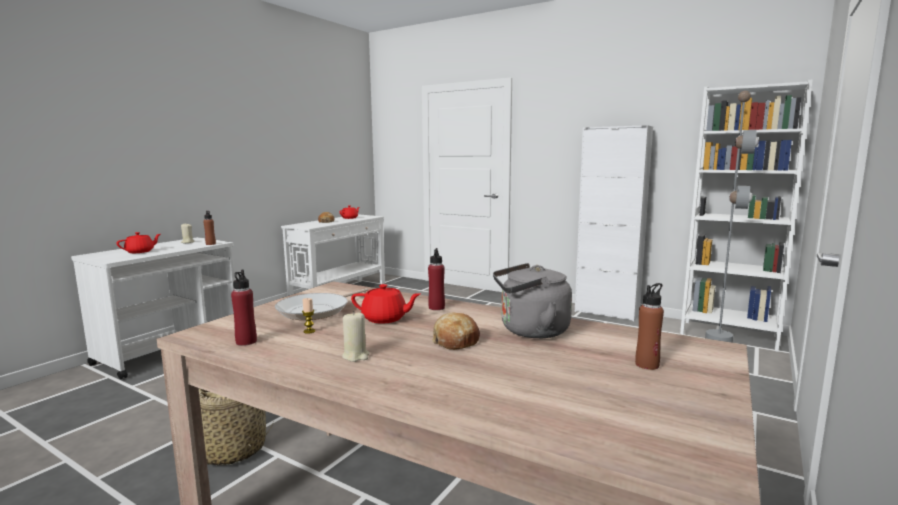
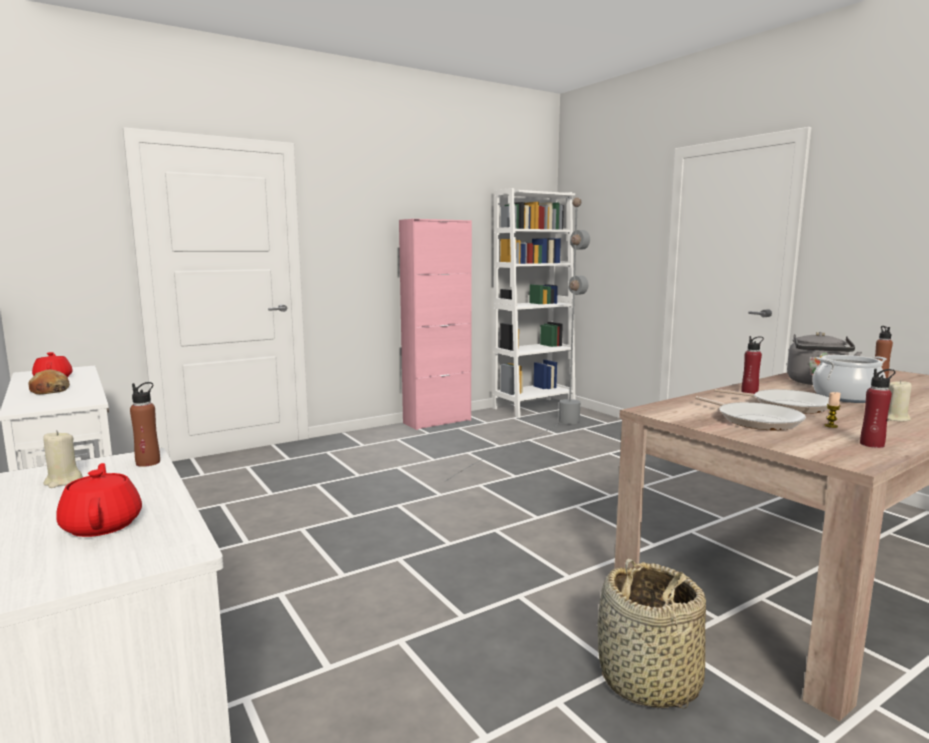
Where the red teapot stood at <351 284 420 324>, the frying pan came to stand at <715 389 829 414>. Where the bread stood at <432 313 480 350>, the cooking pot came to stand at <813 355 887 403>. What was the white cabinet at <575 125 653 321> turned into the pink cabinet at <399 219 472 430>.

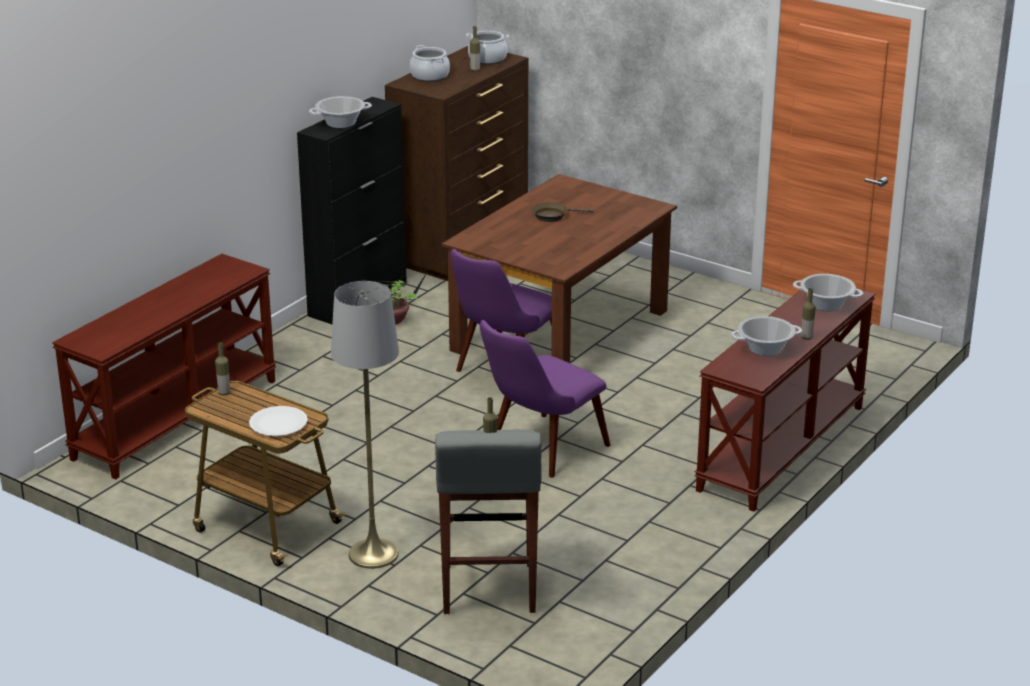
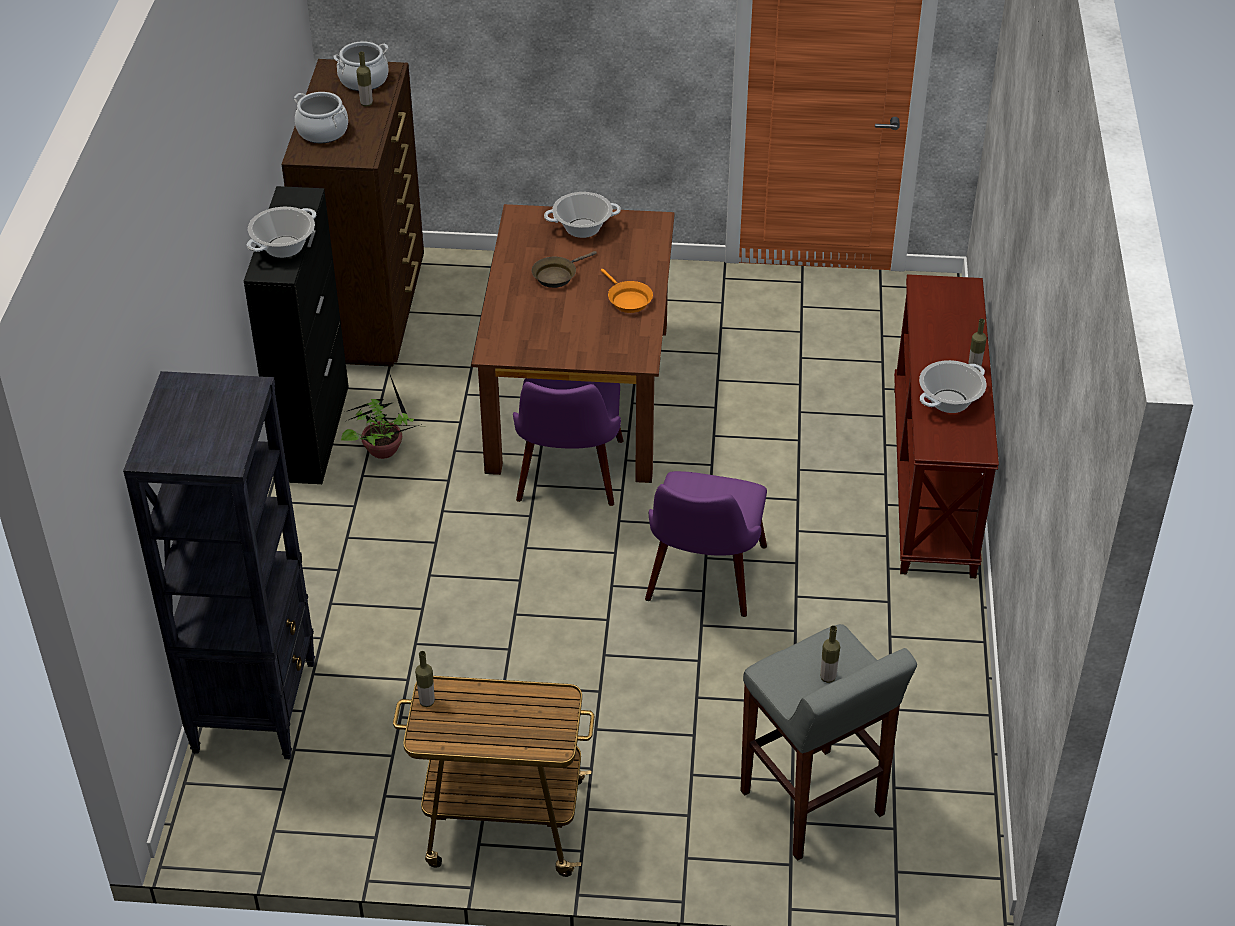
The second view lost the white plate at <249 406 308 436>. The second view lost the grey floor lamp at <331 281 399 569>. The second view gained the orange frying pan at <601 269 653 313>. The cooking pot ended up elsewhere, having gone from <793 274 863 311> to <544 192 621 238>. Where the brown console table stood at <52 254 277 480>, the black bookcase came to stand at <123 371 315 759>.

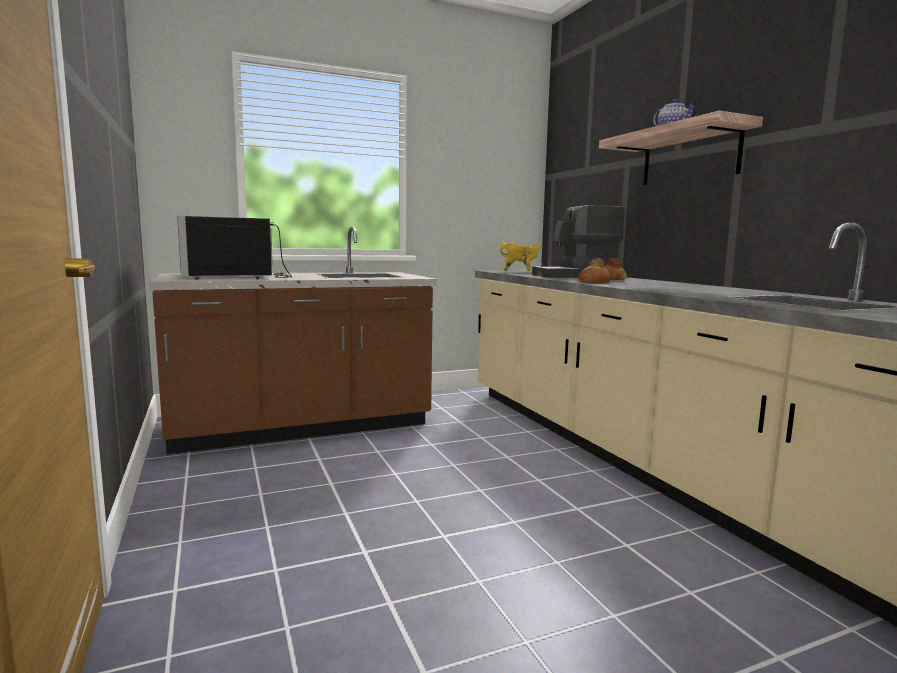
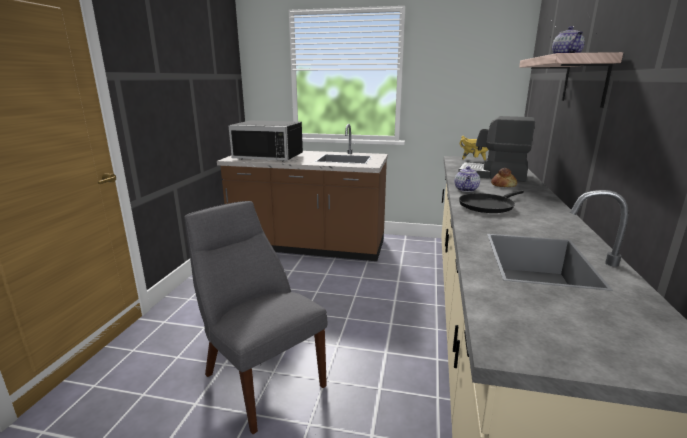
The second view gained the grey chair at <185 201 327 434>. The second view gained the black frying pan at <459 190 524 213>. Where the bread stood at <578 258 611 283>, the teapot came to stand at <454 166 480 192>. The black microwave at <177 216 292 279> ended up facing another way, 90 degrees counterclockwise from before.

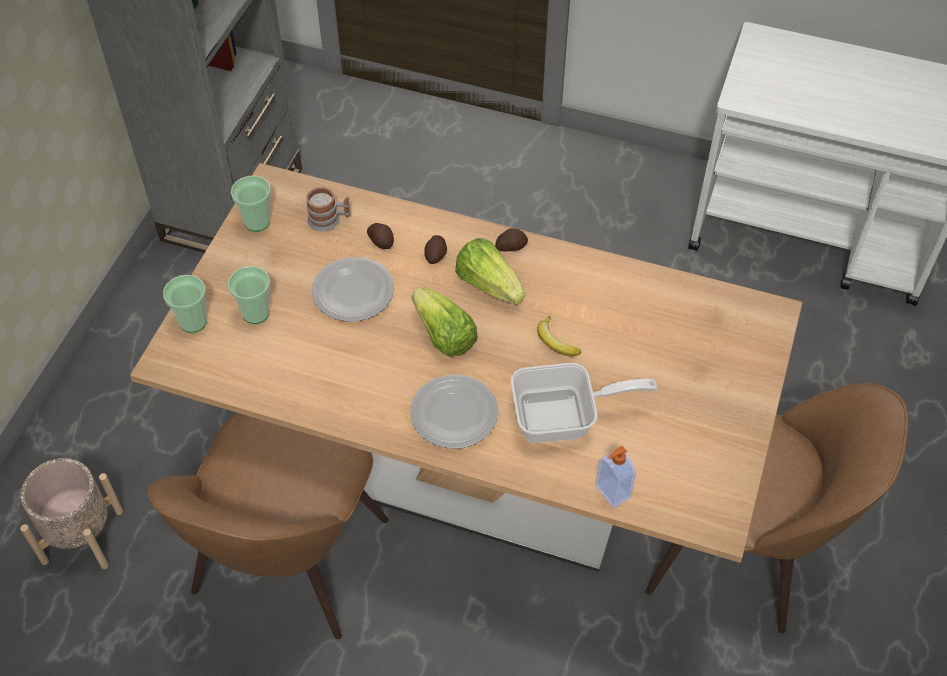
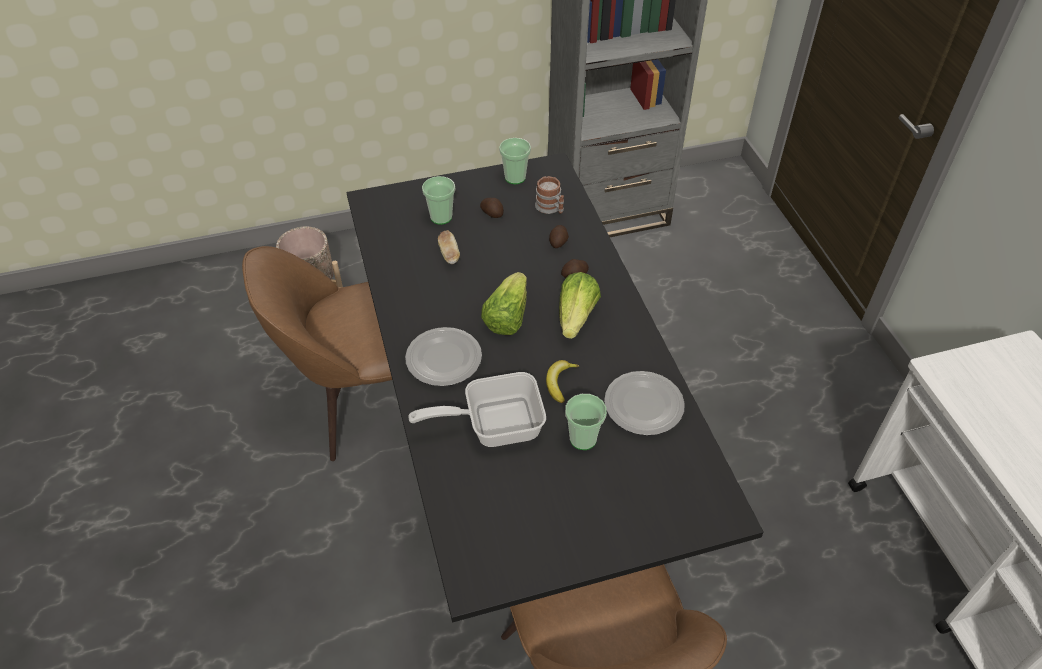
The second view lost the soap dispenser at <595 446 636 508>. The second view gained the bread at <438 230 460 264>. The cup ended up elsewhere, having gone from <163 275 207 333> to <565 394 607 450>. The plate ended up elsewhere, having gone from <312 257 394 322> to <604 371 685 435>. The potato ended up elsewhere, having gone from <495 228 528 251> to <480 198 504 218>. What was the beige dining table at <130 163 803 572> turned into the black dining table at <346 153 764 623>. The frying pan at <511 363 657 443> ended up facing another way, 120 degrees clockwise from before.

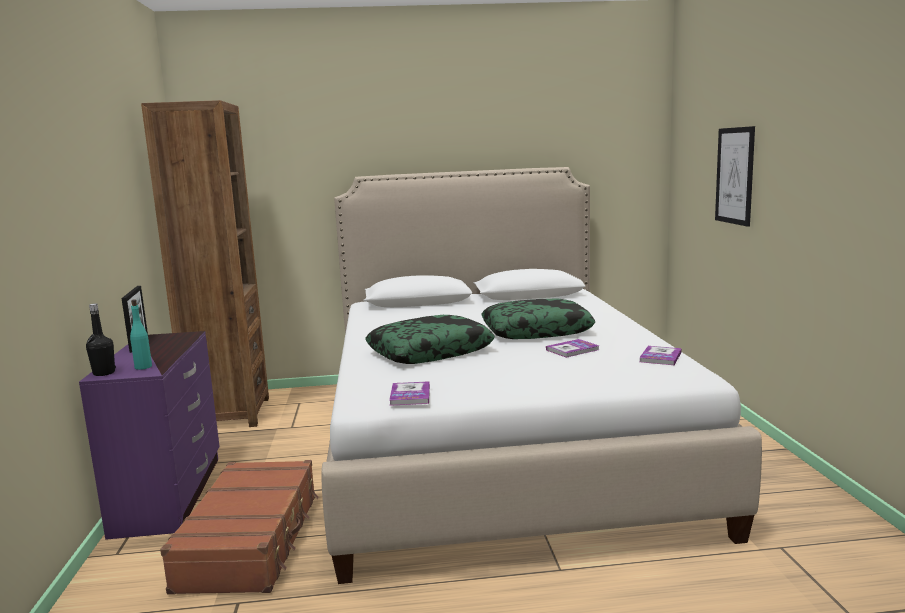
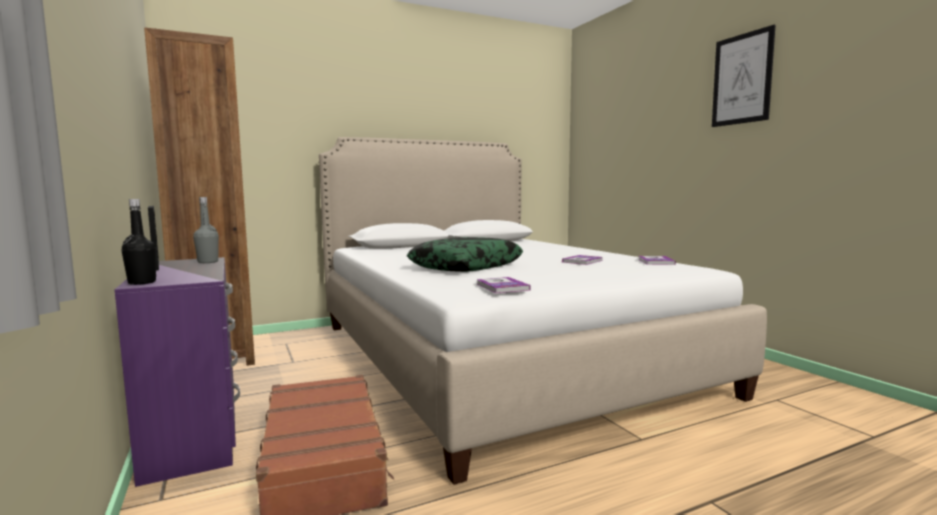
The second view lost the turquoise bottle at <130 299 152 370>. The second view lost the pillow at <481 299 595 339>. The second view gained the grey bottle at <193 197 219 263>. The picture ended up elsewhere, having gone from <715 126 755 227> to <712 25 776 127>.

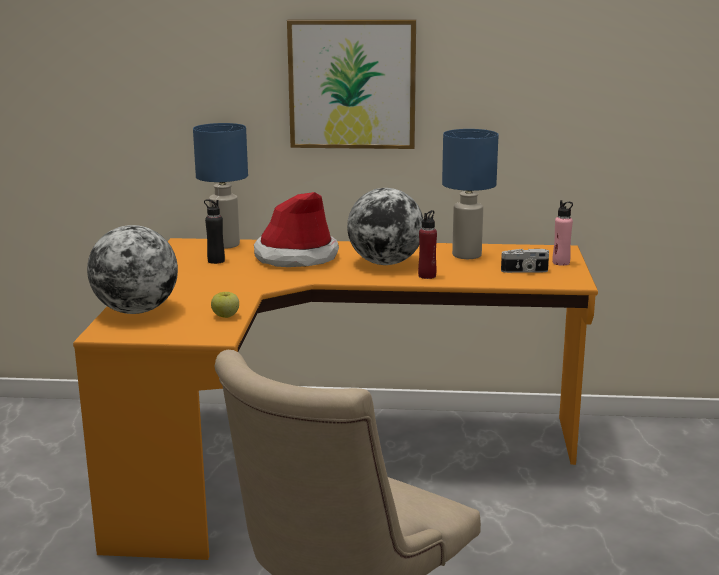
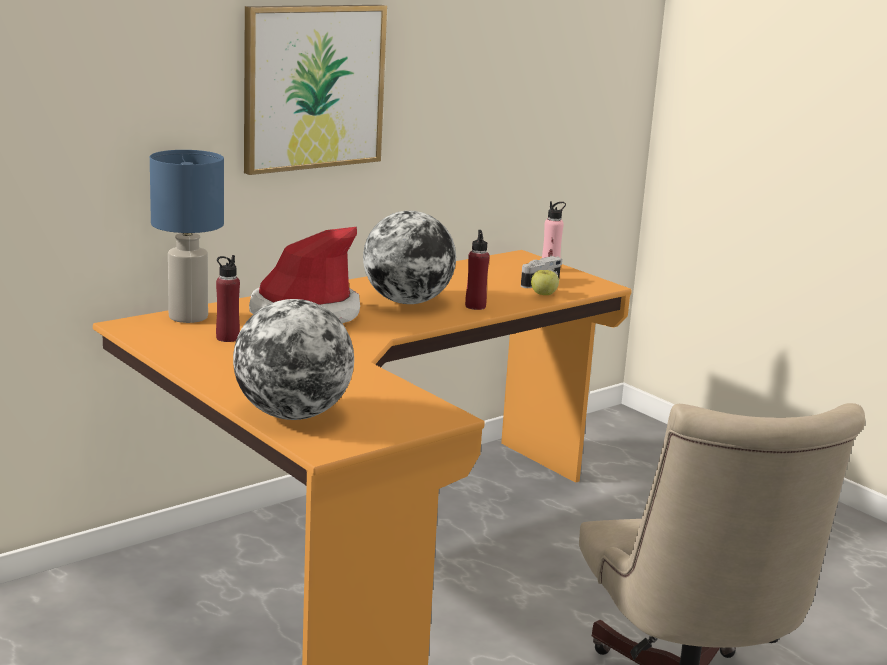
The second view lost the blue table lamp at <442 129 499 259>. The apple ended up elsewhere, having gone from <211 292 239 318> to <531 270 559 295>. What was the black bottle at <204 199 225 264> turned into the red bottle at <216 255 240 342>.

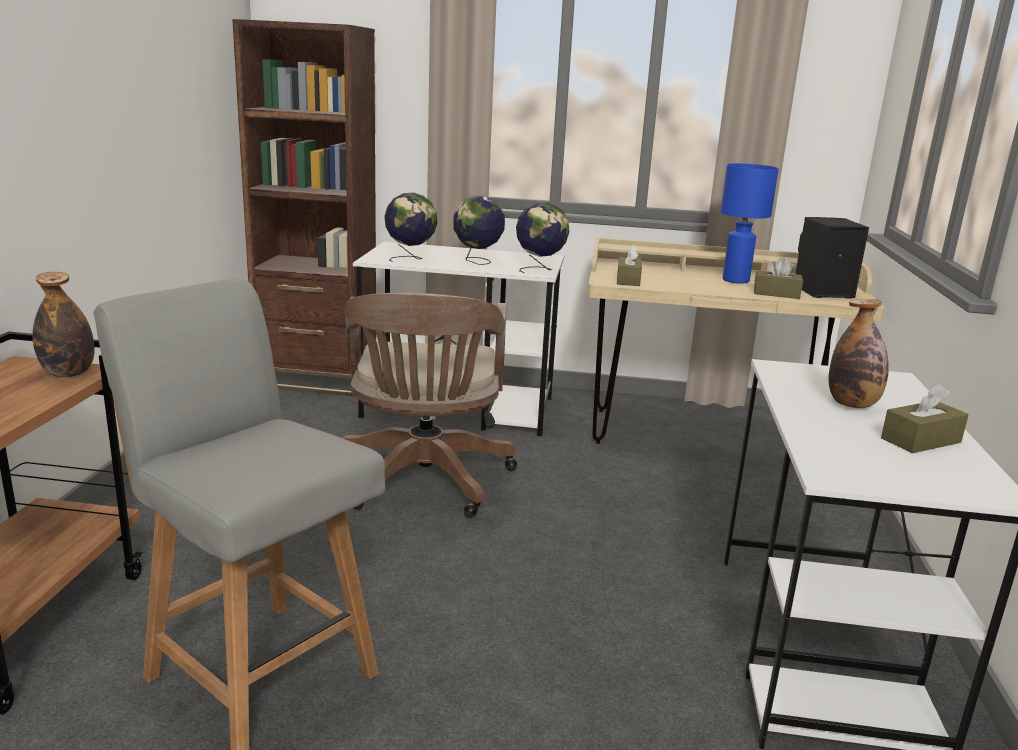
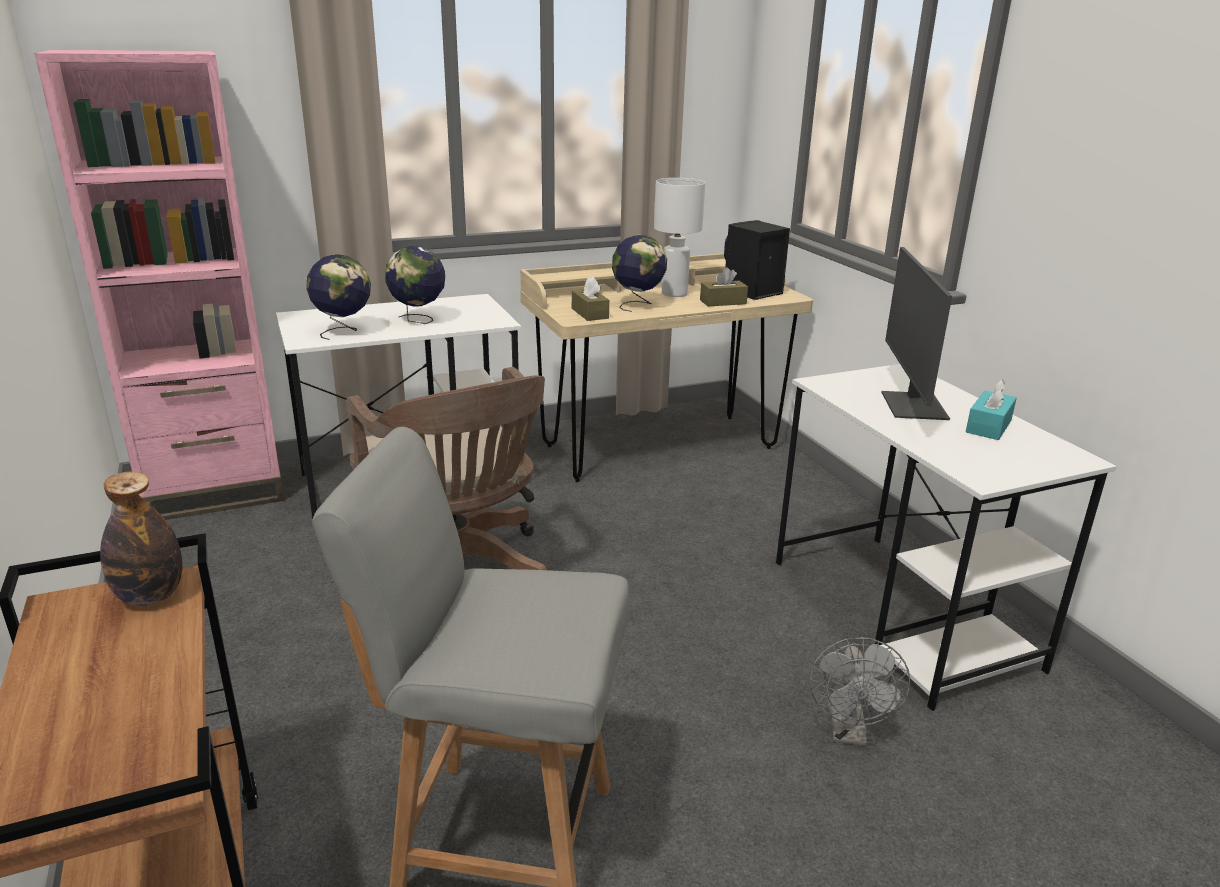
The second view gained the grey fan at <810 637 910 746>. The globe ended up elsewhere, having gone from <516 202 569 273> to <612 235 667 312>. Where the bottle stood at <829 299 889 408>, the monitor came to stand at <881 247 952 420>. What was the brown bookcase at <232 19 376 396> turned into the pink bookcase at <35 50 284 520>. What was the blue table lamp at <720 163 779 284> turned into the white table lamp at <654 178 705 297>. What was the brown tissue box at <881 384 968 453> turned into the turquoise tissue box at <966 379 1017 440>.

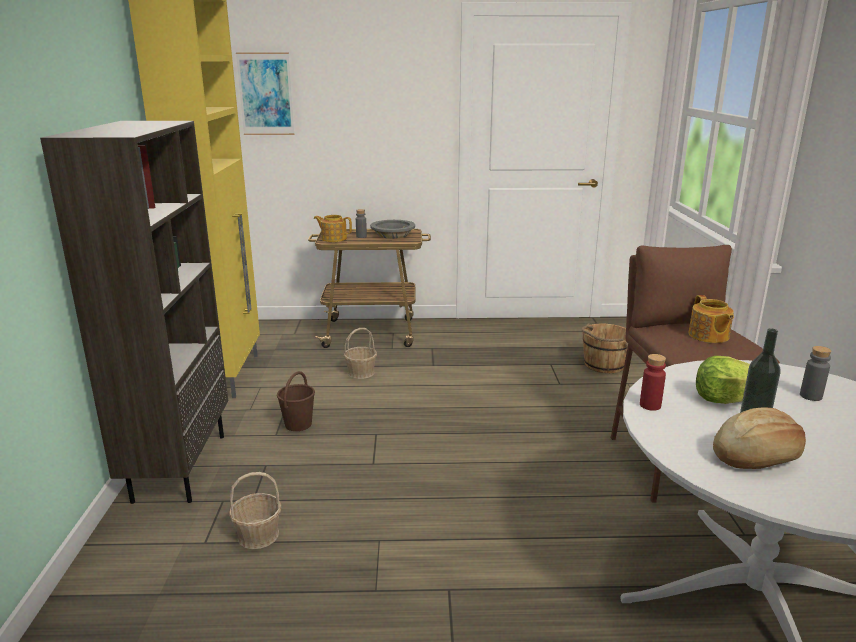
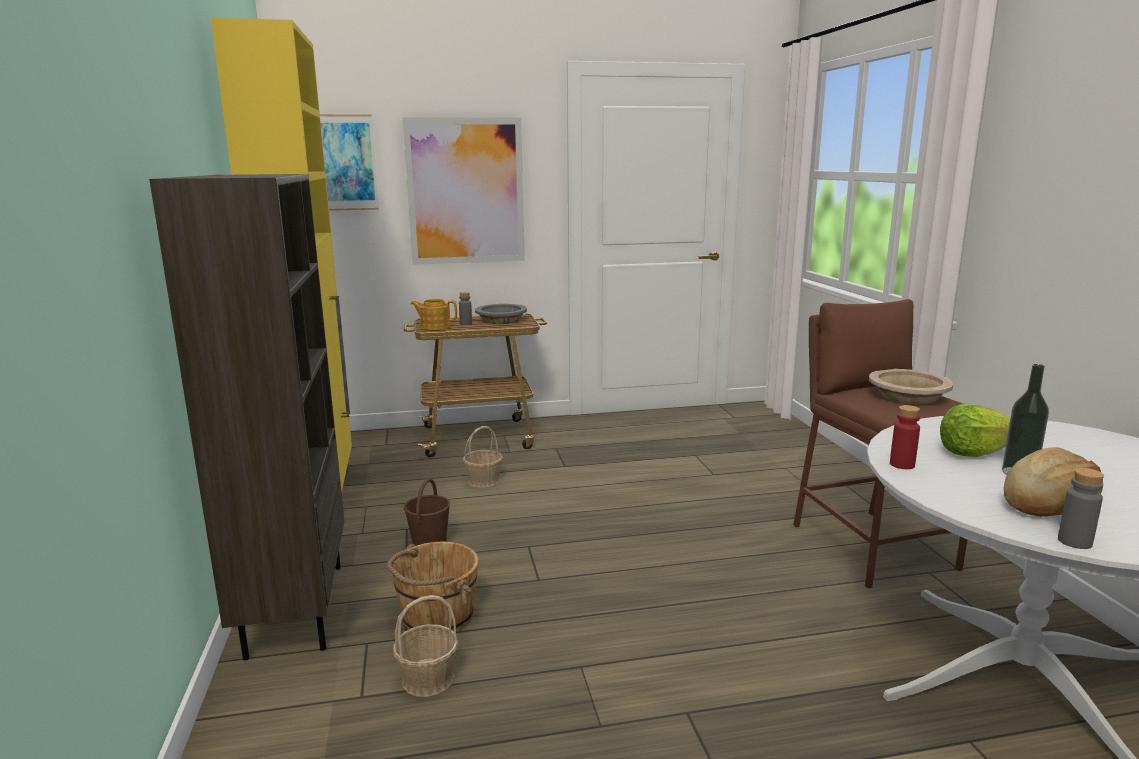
The second view gained the picture at <403 117 525 265>. The brown bucket ended up elsewhere, having gone from <582 324 628 373> to <386 542 479 632>. The grey bottle ended up elsewhere, having gone from <800 346 832 401> to <1058 468 1104 549>. Where the teapot stood at <688 295 734 343>, the beige bowl came to stand at <869 369 953 404>.

